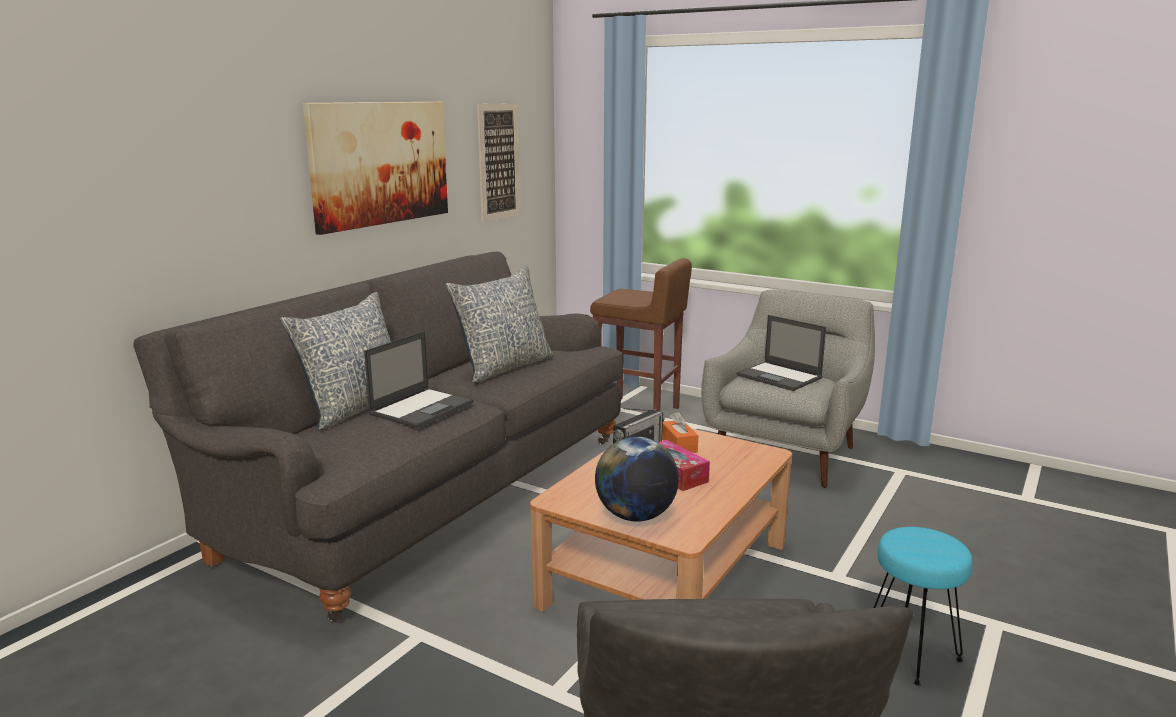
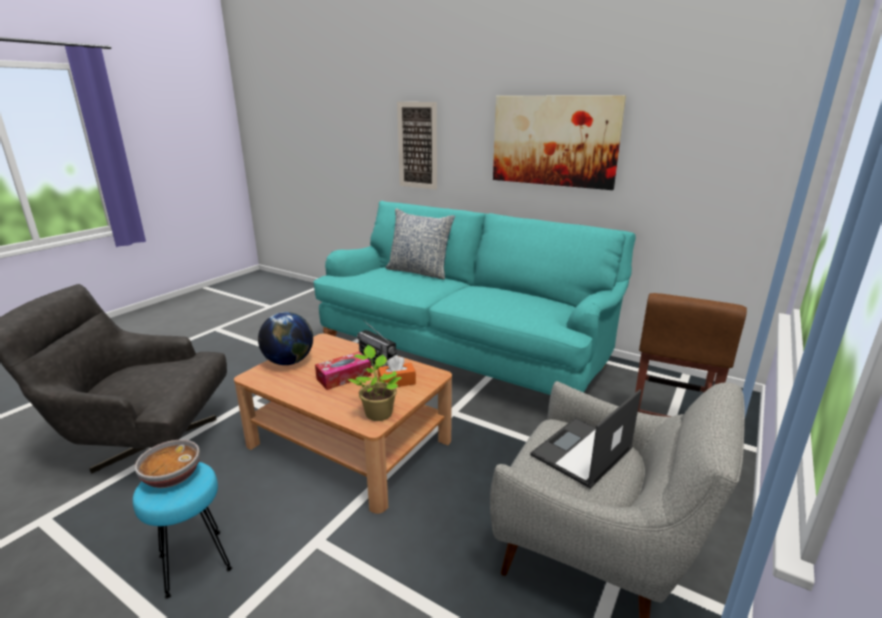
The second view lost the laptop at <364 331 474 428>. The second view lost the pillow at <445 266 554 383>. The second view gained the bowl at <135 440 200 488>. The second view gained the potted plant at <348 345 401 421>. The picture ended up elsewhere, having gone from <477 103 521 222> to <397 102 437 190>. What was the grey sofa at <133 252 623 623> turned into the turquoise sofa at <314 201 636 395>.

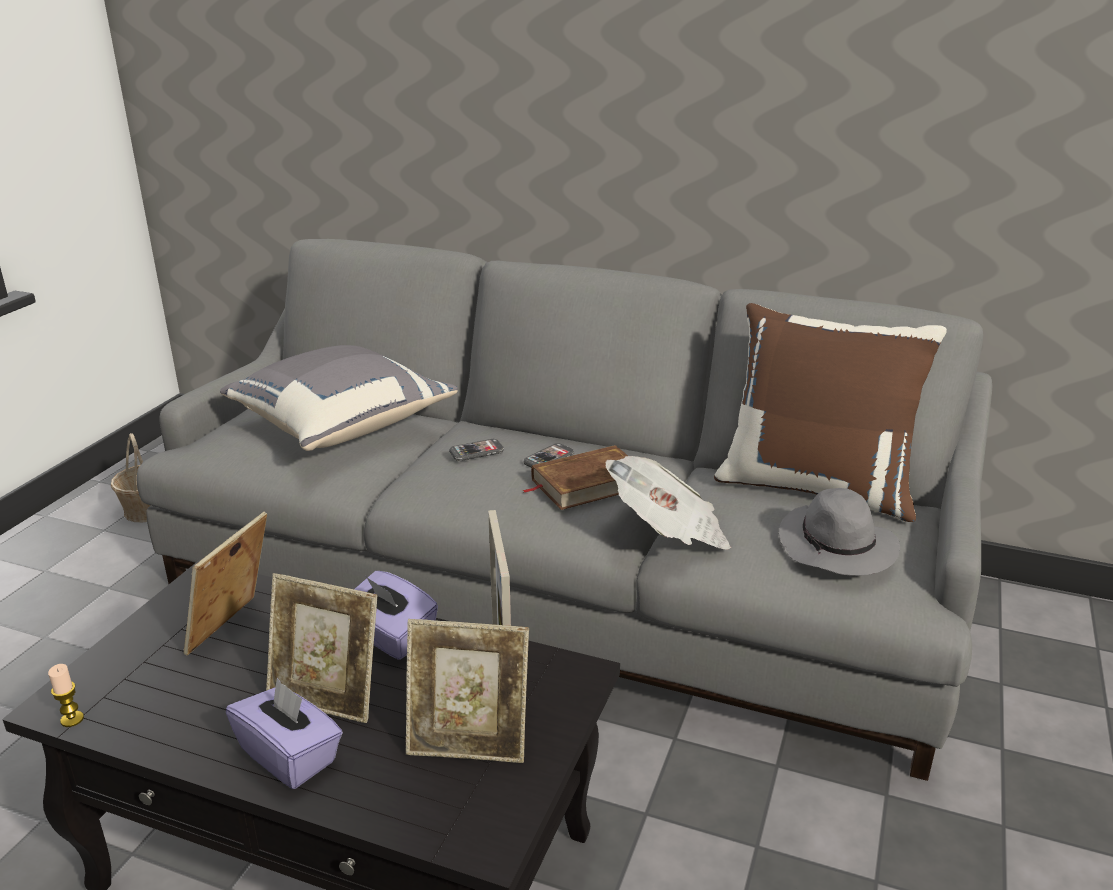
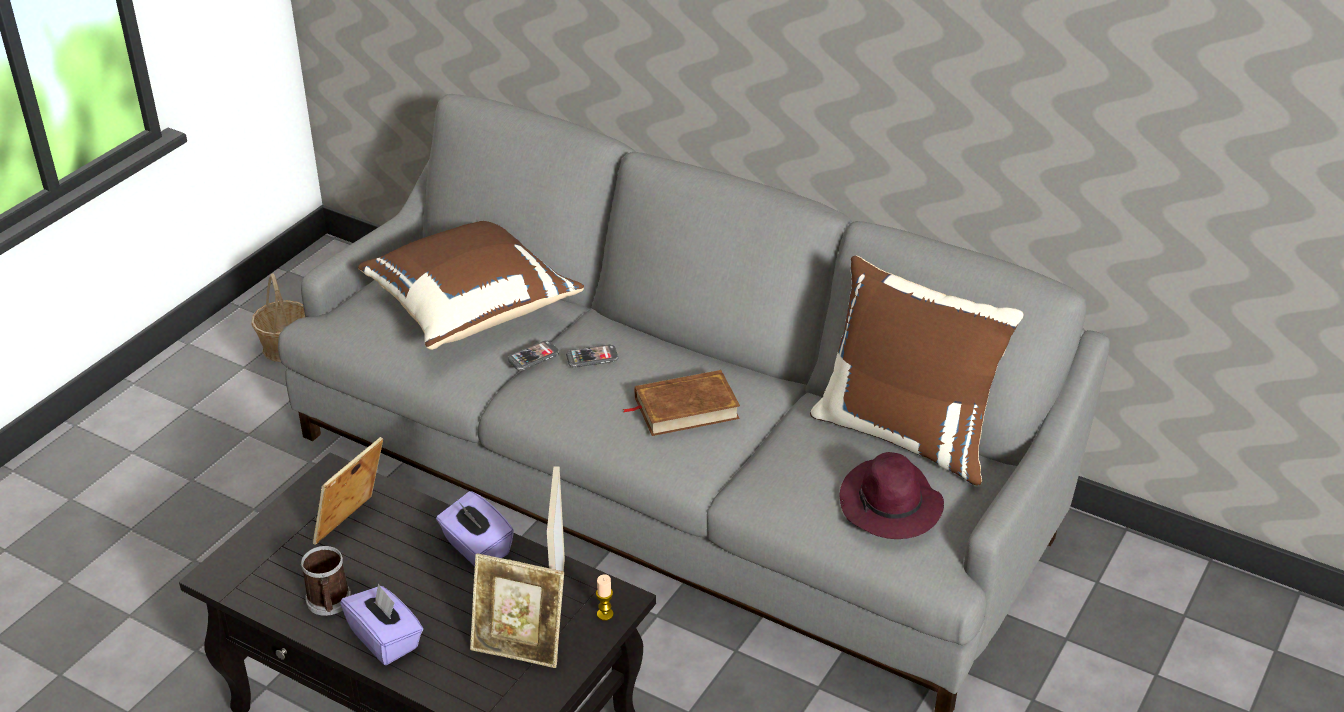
The second view lost the picture frame at <266 573 377 723>. The second view lost the newspaper at <605 456 731 550>. The second view gained the mug at <300 546 351 616>. The candle ended up elsewhere, having gone from <48 664 84 727> to <596 574 614 621>. The phone ended up elsewhere, having gone from <523 443 574 468> to <508 340 559 371>. What was the grey pillow at <220 345 458 451> turned into the brown pillow at <358 221 584 350>. What was the grey hat at <779 488 900 576> turned into the purple hat at <839 452 944 539>.

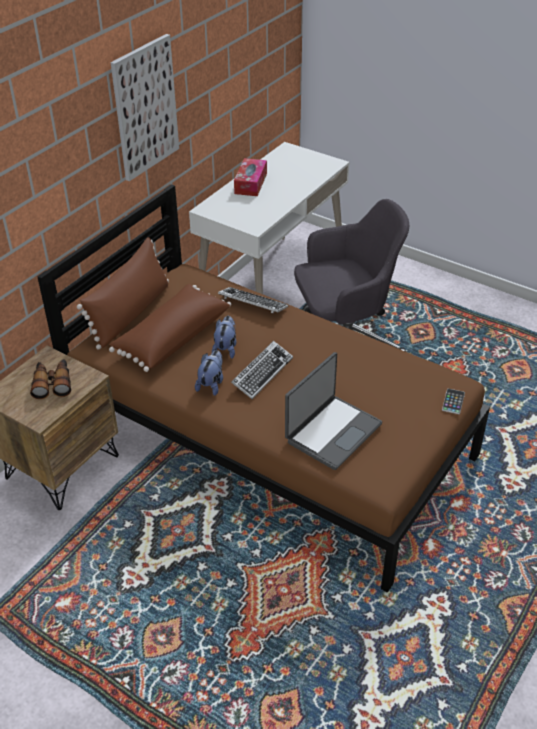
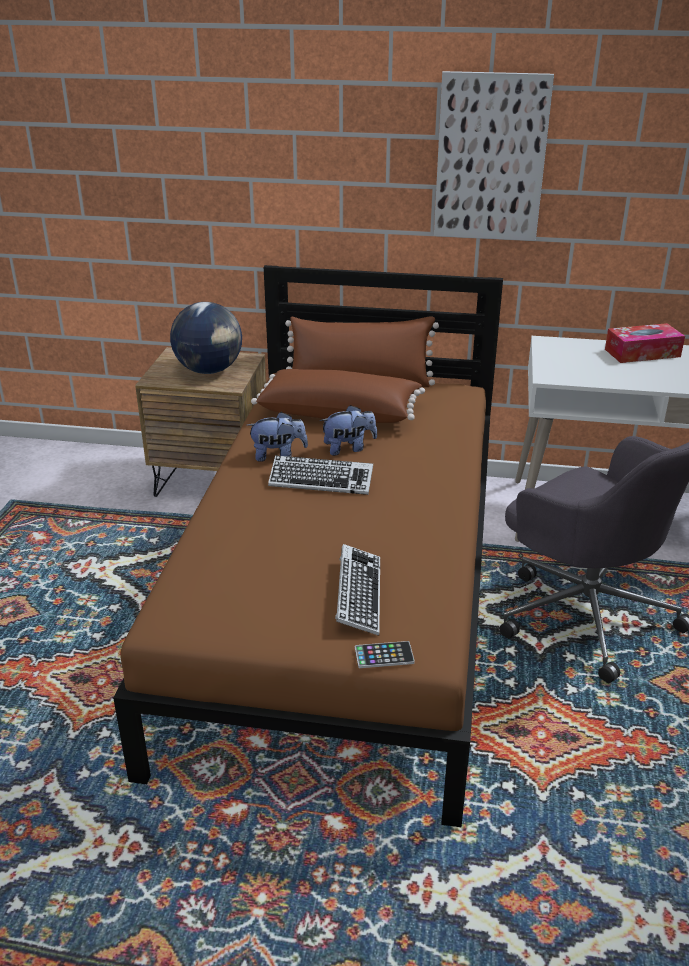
The second view lost the laptop at <285 352 382 470>. The keyboard ended up elsewhere, having gone from <218 287 288 313> to <335 544 380 636>. Where the binoculars stood at <30 359 71 399>, the globe came to stand at <170 302 242 374>.

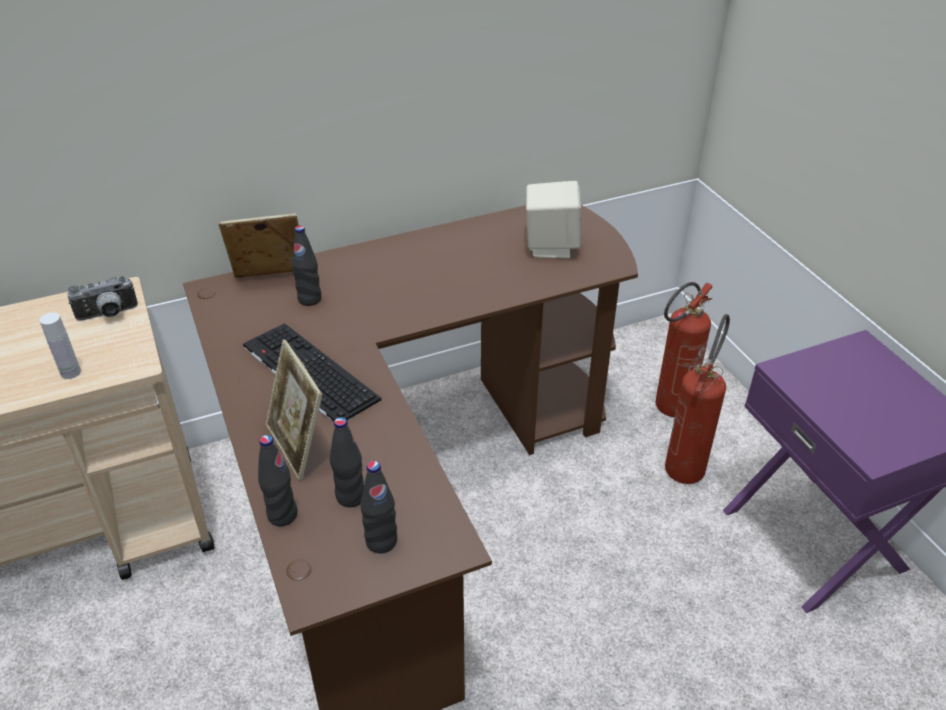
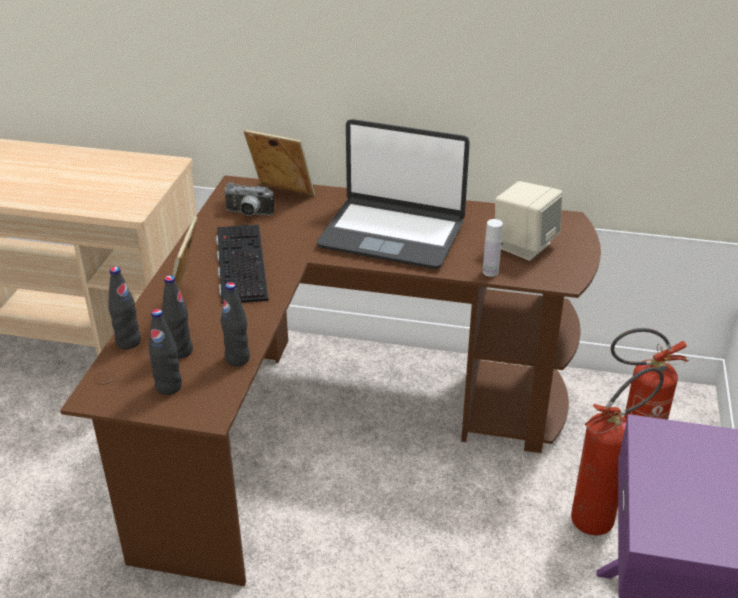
The second view gained the laptop at <317 119 470 269>. The white bottle ended up elsewhere, having gone from <40 312 81 379> to <483 219 503 277>. The photo camera ended up elsewhere, having gone from <67 276 138 321> to <223 182 274 216>. The black bottle ended up elsewhere, having gone from <292 226 321 306> to <221 282 250 366>.

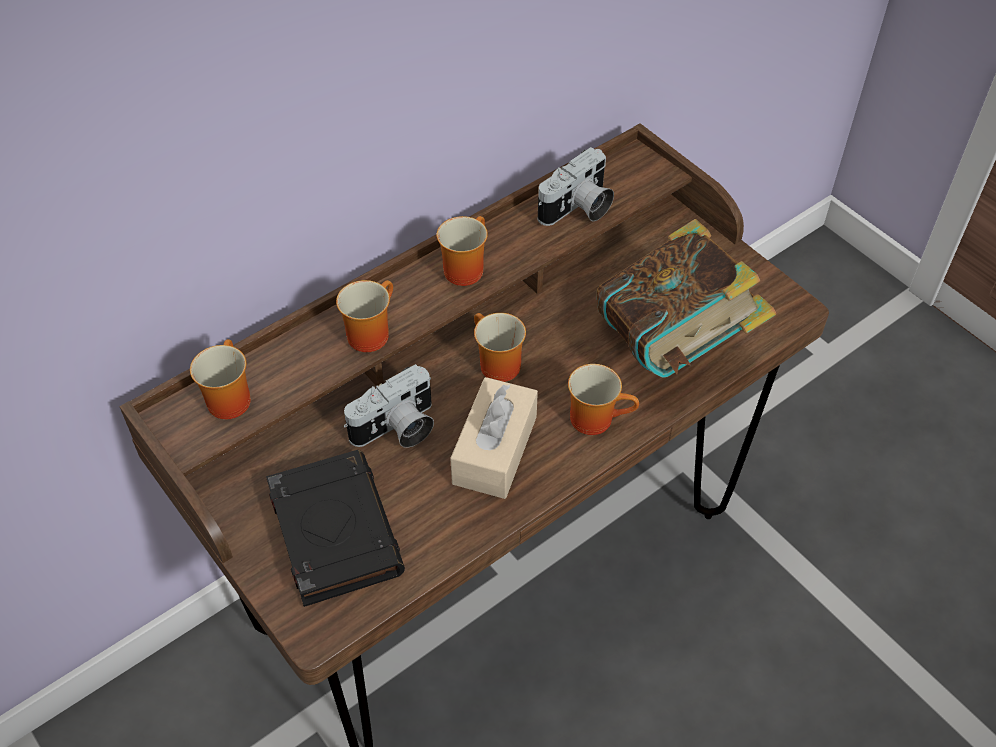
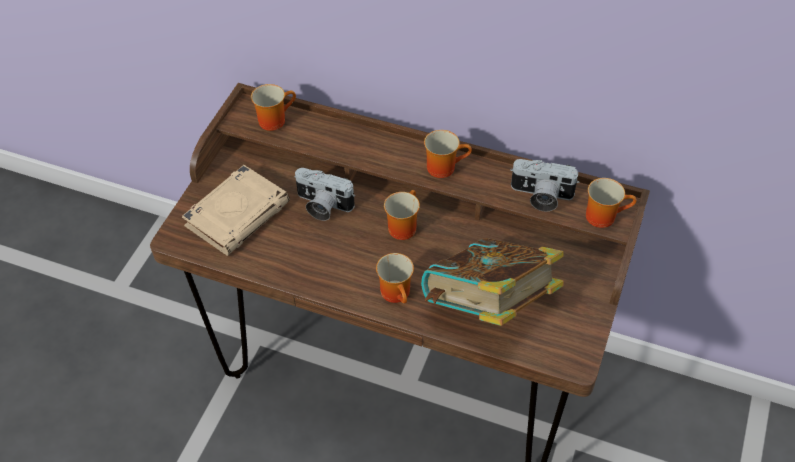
The second view lost the beige tissue box at <450 377 538 499>. The mug ended up elsewhere, having gone from <336 280 393 352> to <586 178 636 228>. What was the black book at <266 450 405 607> turned into the beige book at <182 165 290 256>.

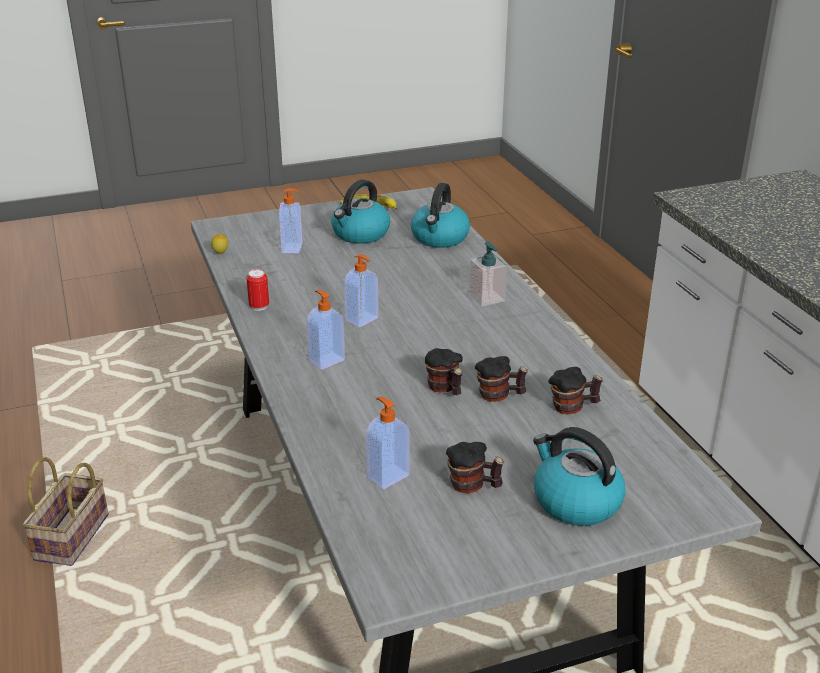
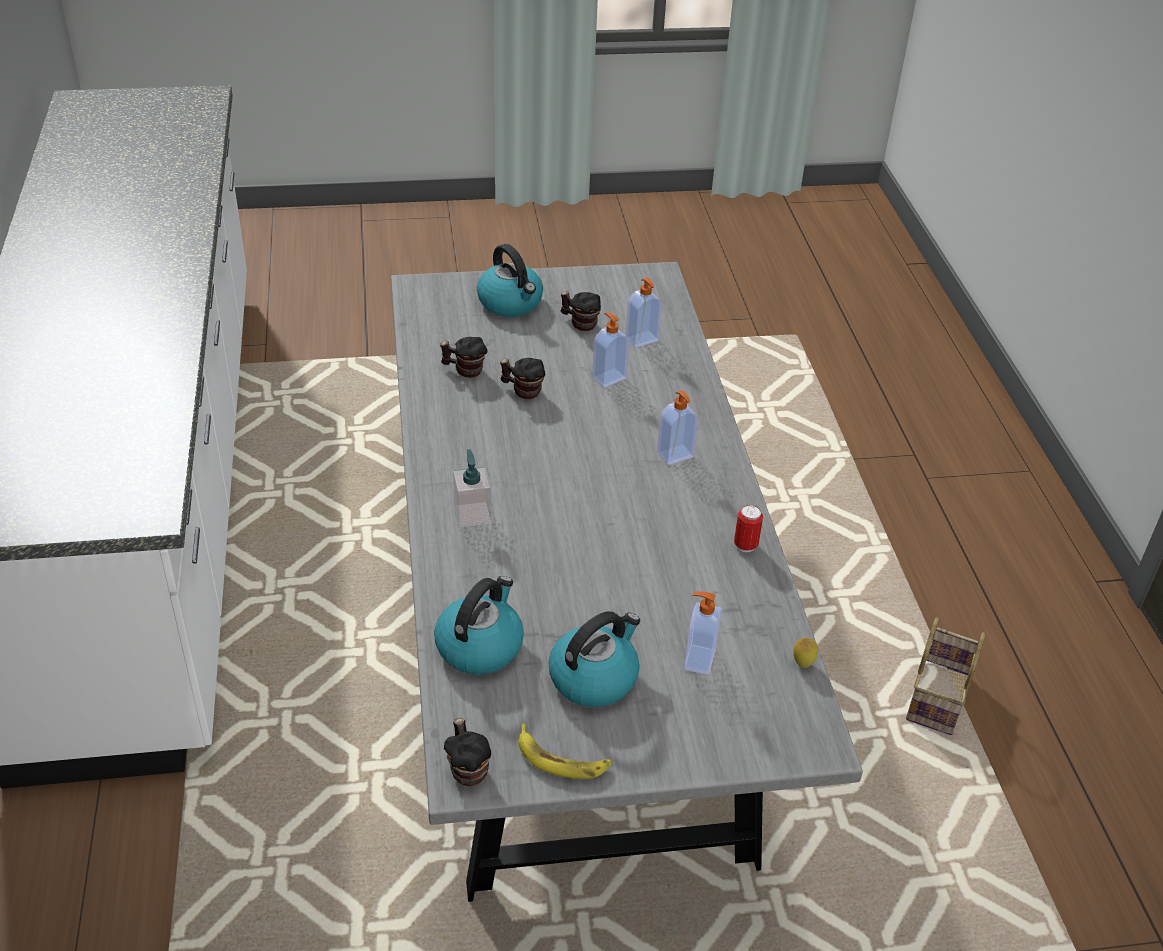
The soap dispenser ended up elsewhere, having gone from <344 254 379 327> to <592 312 629 387>. The mug ended up elsewhere, having gone from <425 348 463 395> to <444 718 491 786>.

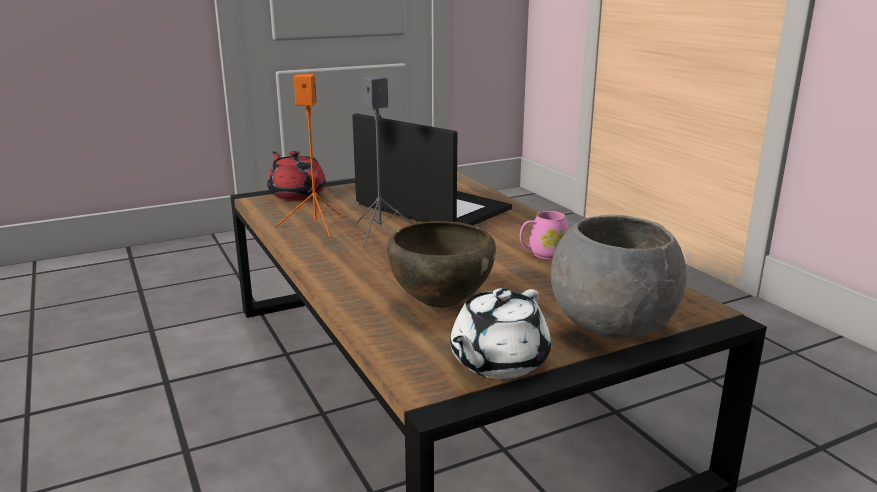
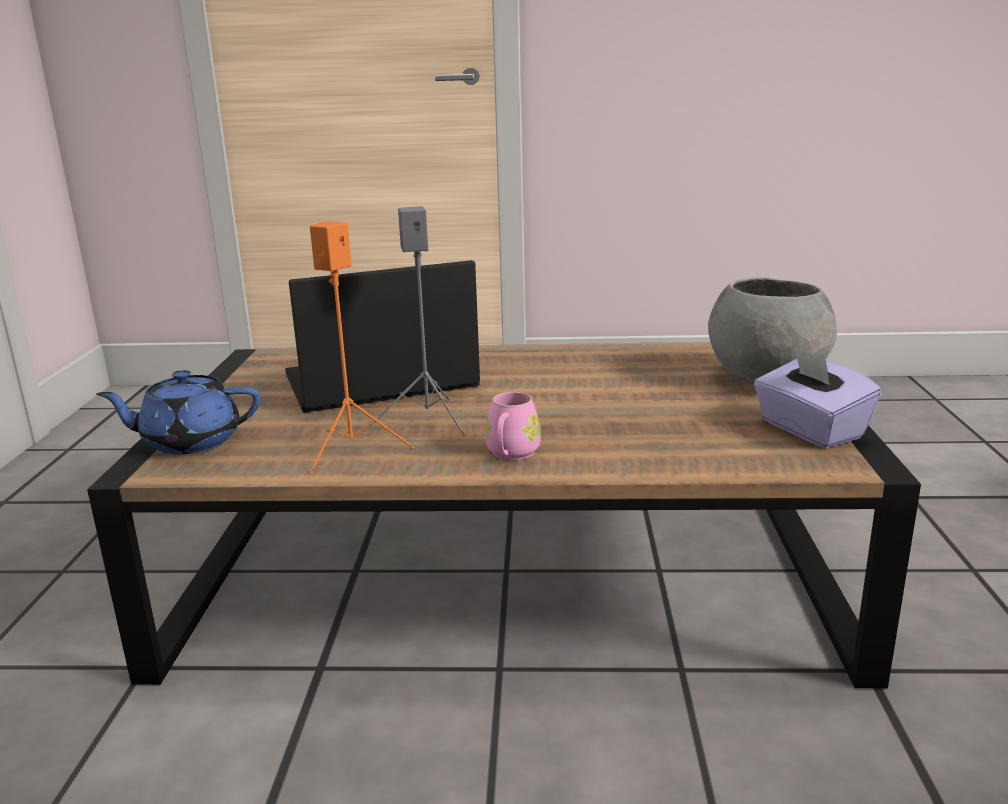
The second view lost the brown bowl at <387 221 496 308>. The pink mug ended up elsewhere, having gone from <520 211 569 260> to <485 392 541 460>. Where the white teapot stood at <450 288 551 379>, the purple tissue box came to stand at <754 347 882 448>. What was the red teapot at <267 151 326 201> turned into the blue teapot at <96 370 261 455>.

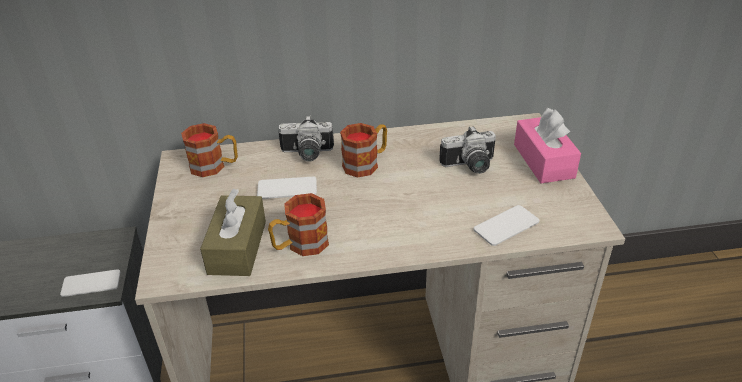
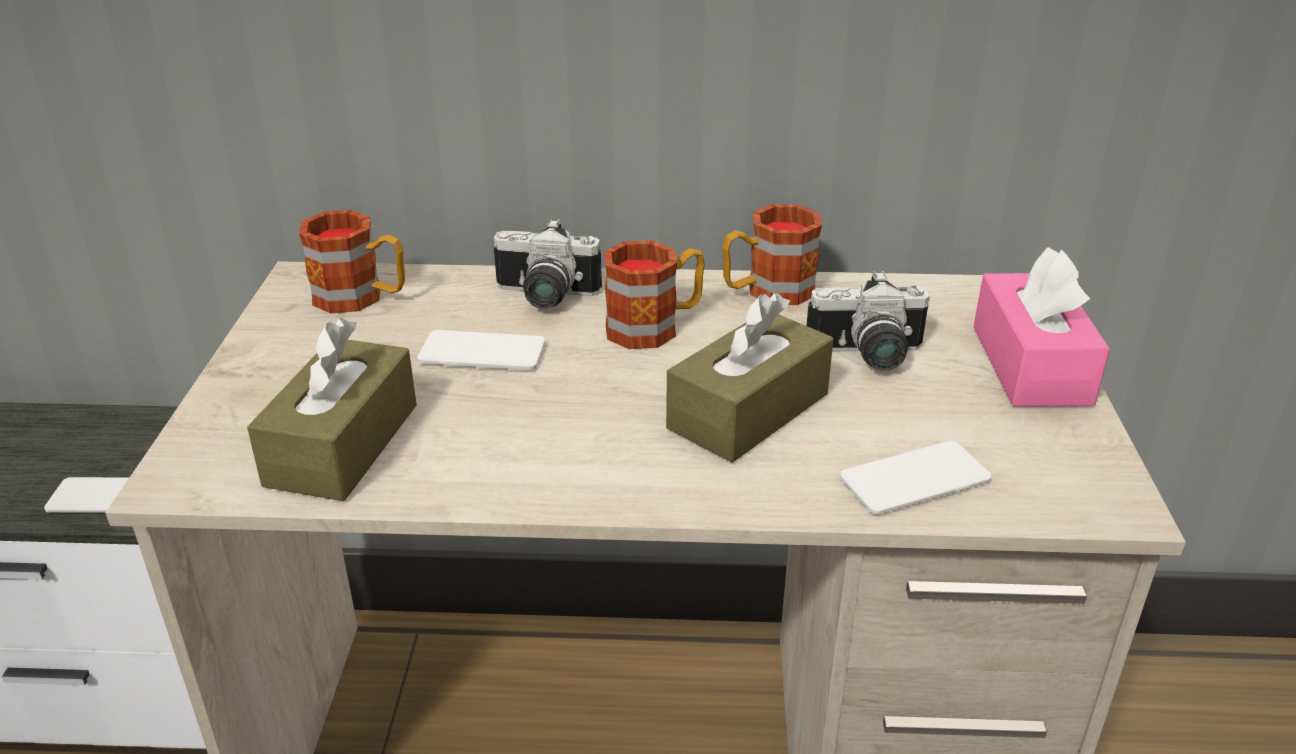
The second view gained the brown tissue box at <666 293 833 463>. The mug ended up elsewhere, having gone from <268 193 329 256> to <722 204 822 305>.

